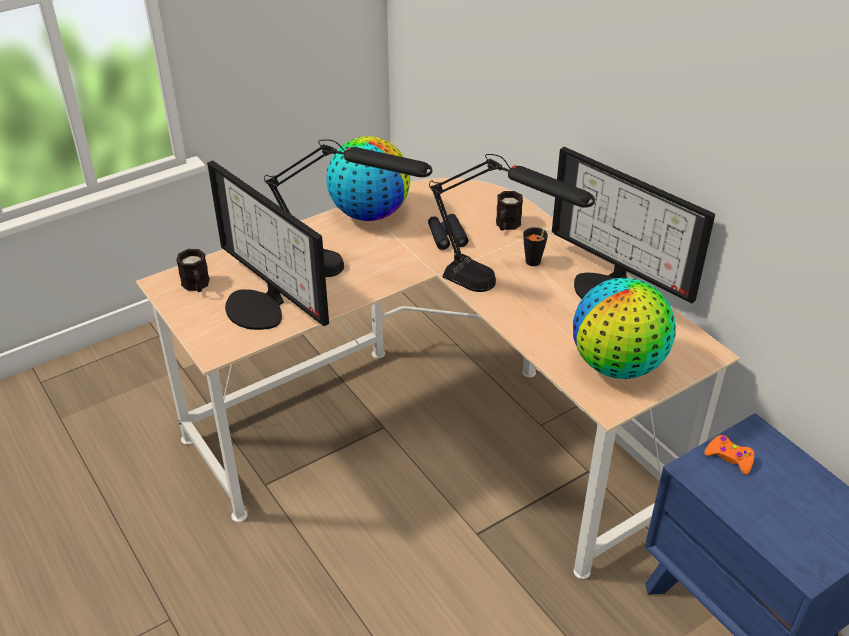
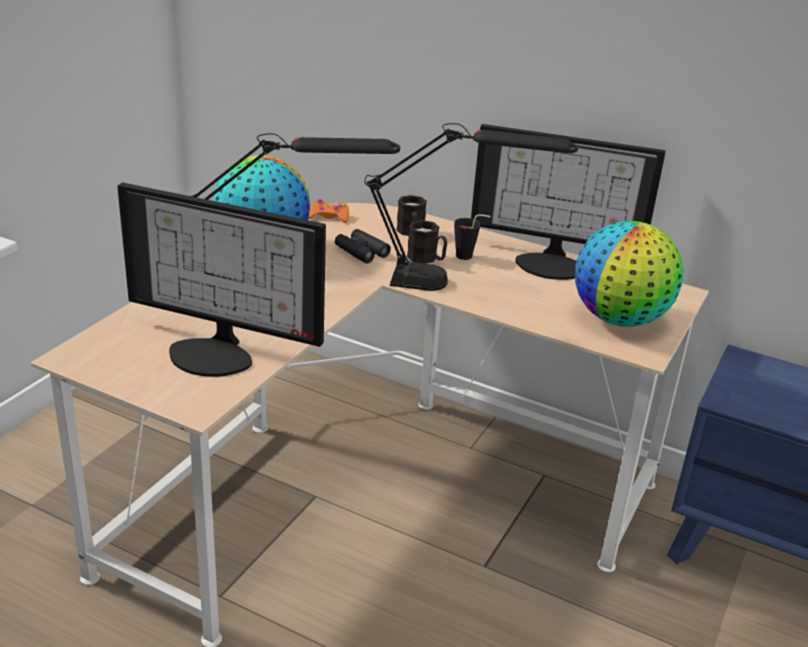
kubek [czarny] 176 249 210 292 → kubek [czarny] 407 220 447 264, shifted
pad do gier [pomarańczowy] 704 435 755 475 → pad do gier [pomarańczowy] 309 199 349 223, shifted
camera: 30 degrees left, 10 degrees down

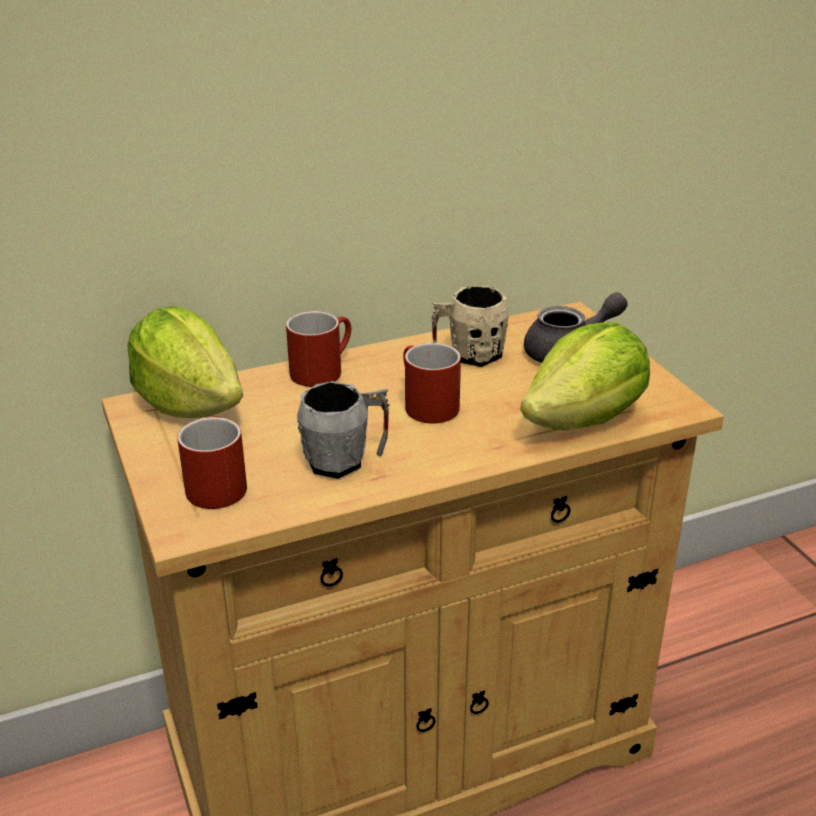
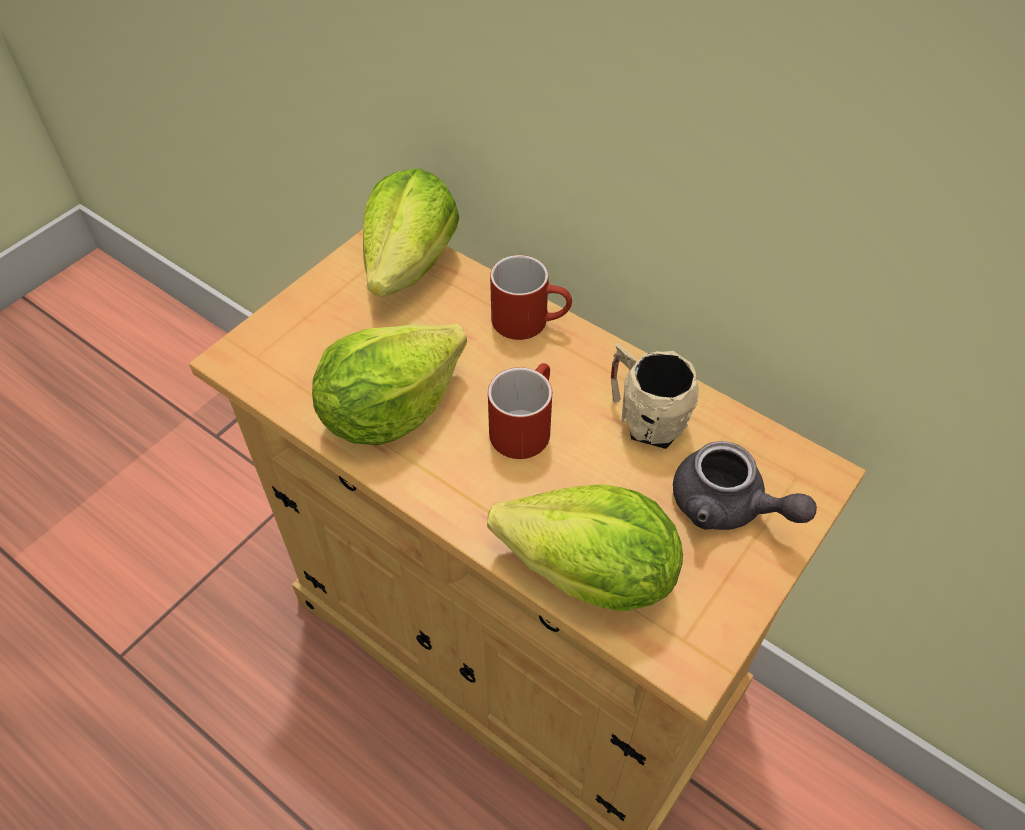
kubek [czerwony] 177 416 247 509 → -
kubek [szary] 297 381 390 479 → sałata 312 324 467 445
camera: 60 degrees right, 20 degrees up

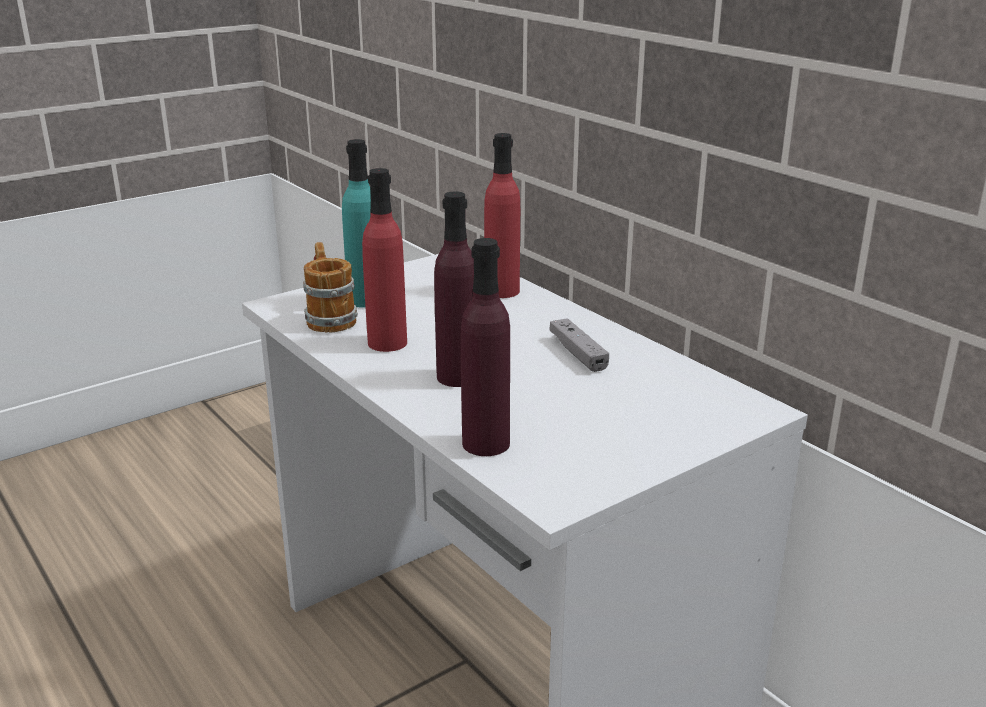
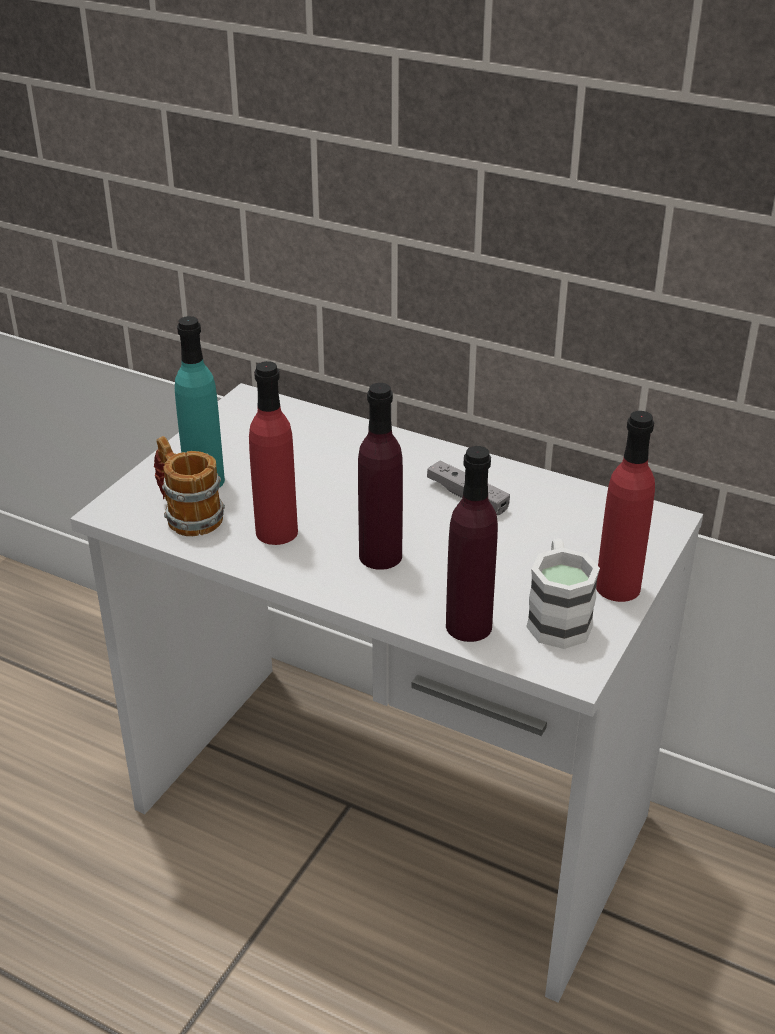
- → kubek [biały] 526 538 600 649
butelka [czerwony] 484 133 520 298 → butelka [czerwony] 596 411 655 602, shifted
camera: 25 degrees left, 10 degrees up

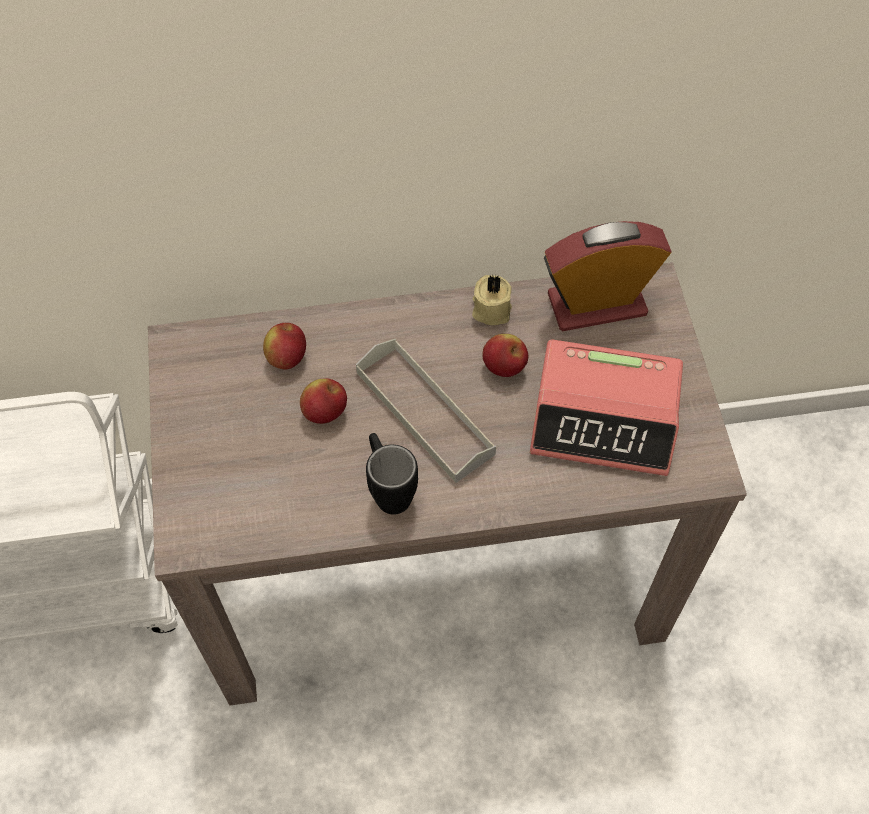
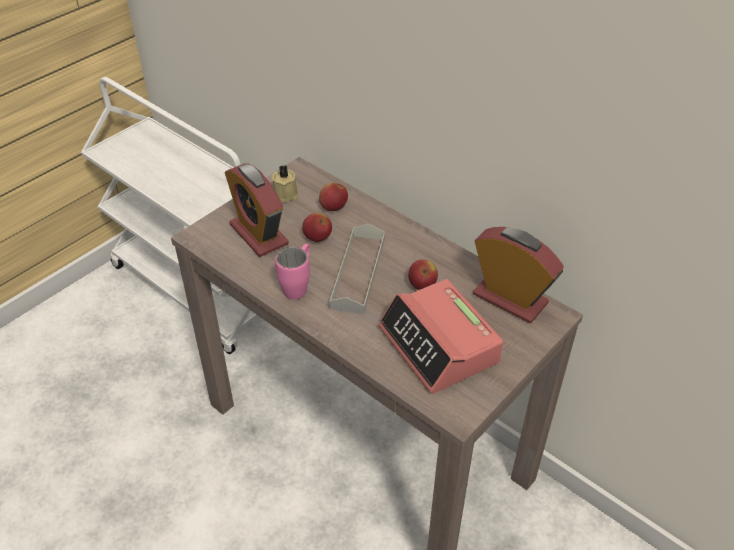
- → budzik 225 163 289 257
świeca [beżowy] 472 275 512 325 → świeca [beżowy] 272 165 298 203, shifted
kubek [czarny] 366 433 418 515 → kubek [różowy] 275 244 310 300
camera: 50 degrees right, 15 degrees down

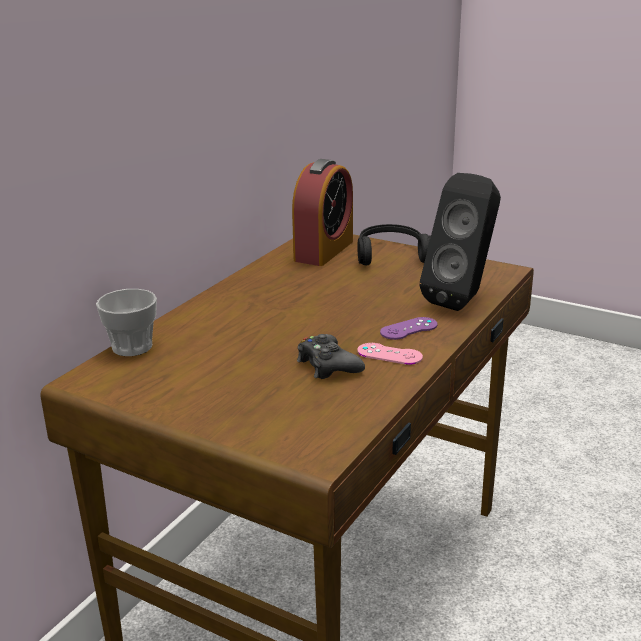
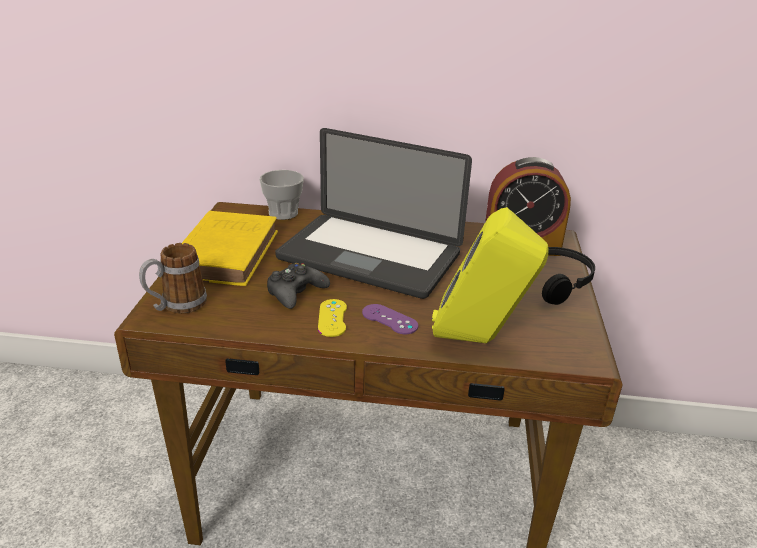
- → kubek 139 243 207 313
- → książka [żółty] 182 211 278 286
- → laptop 275 128 472 299
pad do gier [różowy] 357 343 423 365 → pad do gier [żółty] 318 299 347 337
głośnik [czarny] 420 173 501 311 → głośnik [żółty] 432 207 549 343
camera: 65 degrees right, 5 degrees up

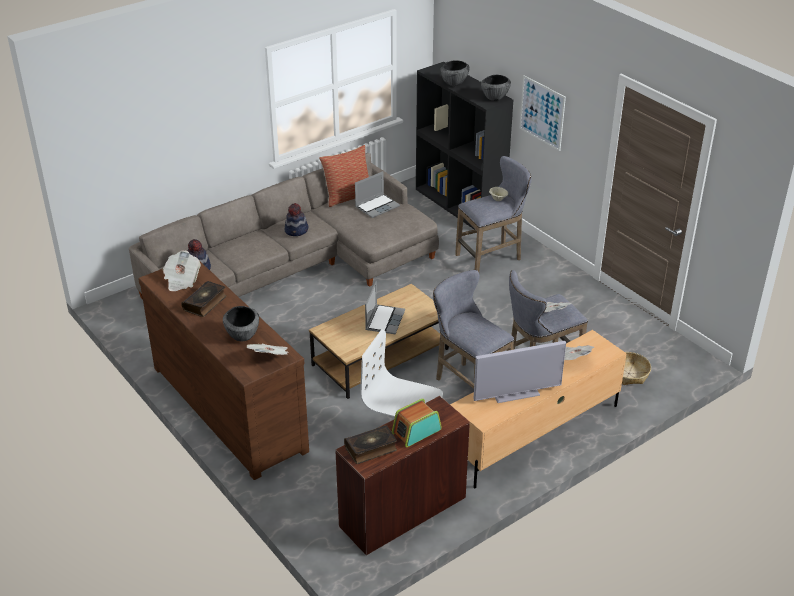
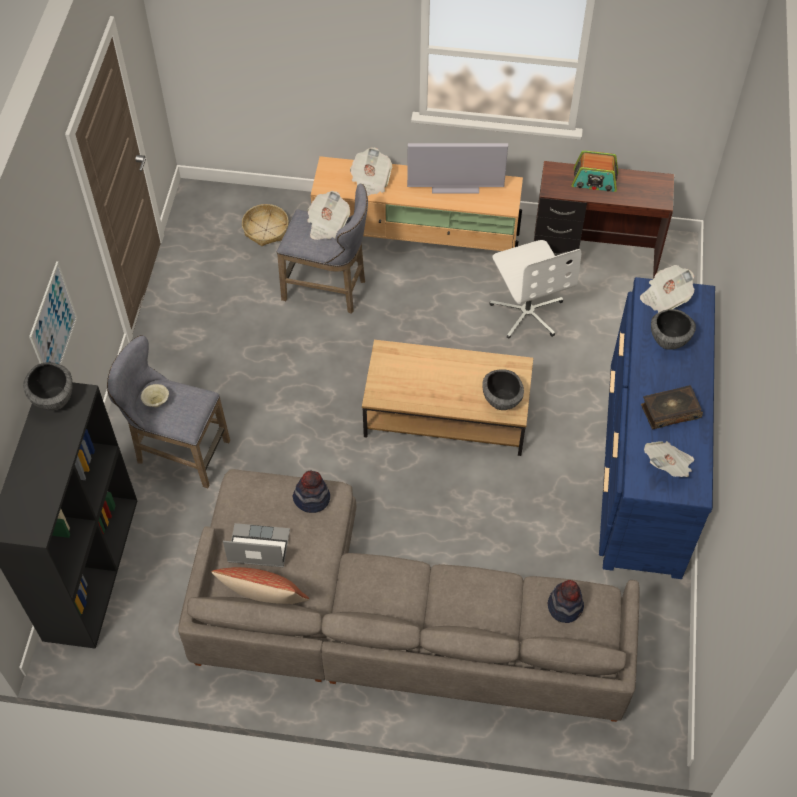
książka 344 425 397 464 → -
laptop 365 280 405 334 → -
stołek [szary] 433 270 514 389 → -
kapelusz 284 203 308 236 → kapelusz 292 470 330 513, shifted
miska 440 60 470 86 → miska 482 369 524 410, shifted
komoda [brązowy] 138 256 309 480 → komoda [niebieski] 599 277 715 579
telewizor 474 341 566 403 → telewizor 407 143 508 194, 150 degrees clockwise
camera: 135 degrees left, 20 degrees up

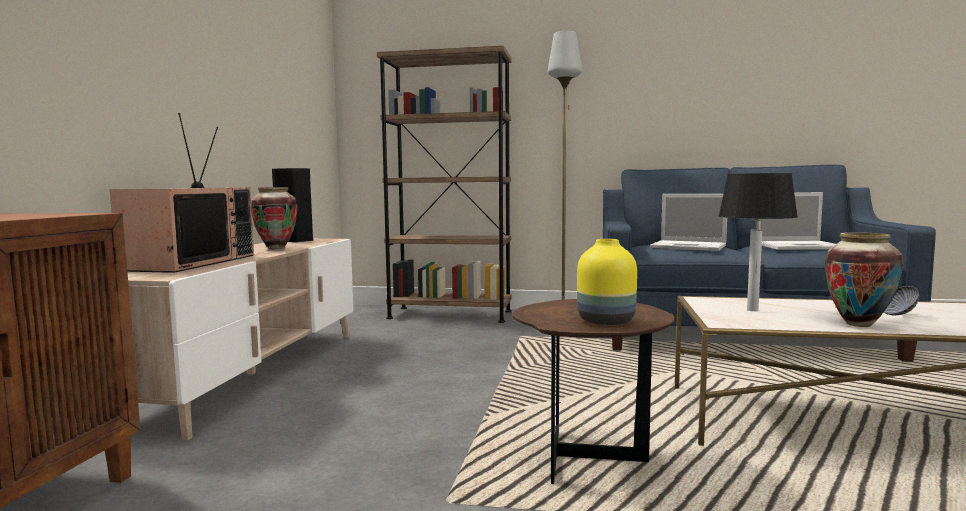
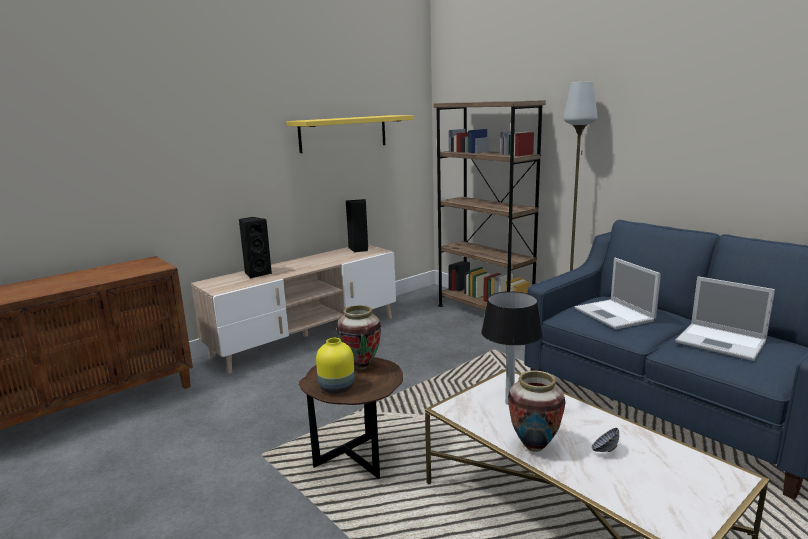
- → półka [żółty] 286 115 414 153
wazon 251 187 298 250 → wazon 337 305 381 370, shifted
telewizor 110 113 254 273 → głośnik [czarny] 239 217 272 279
camera: 40 degrees right, 10 degrees up

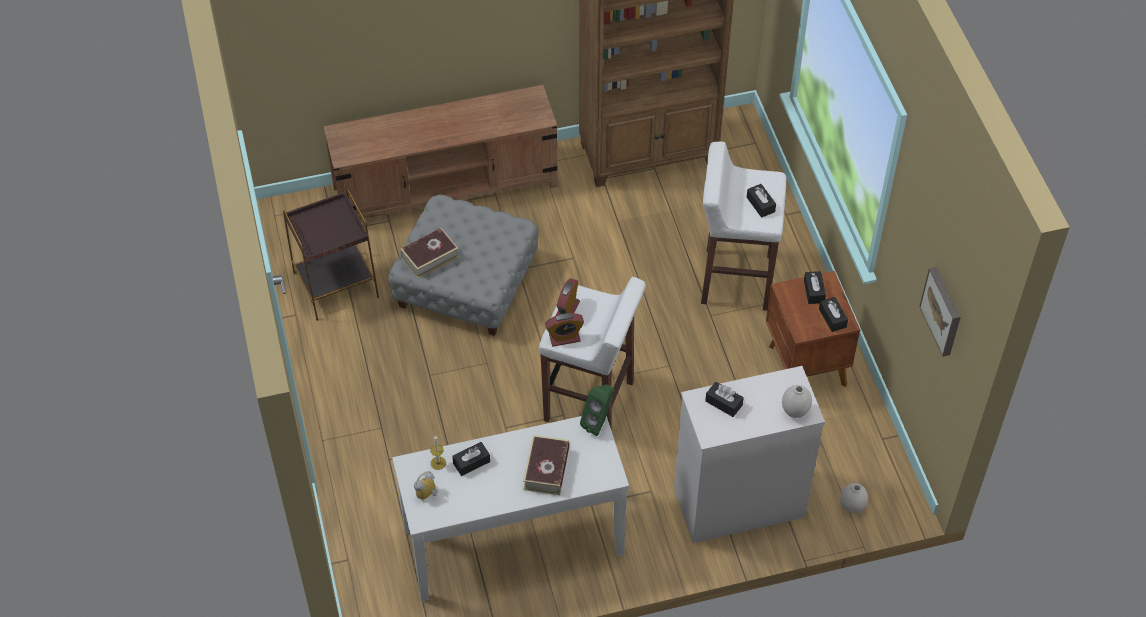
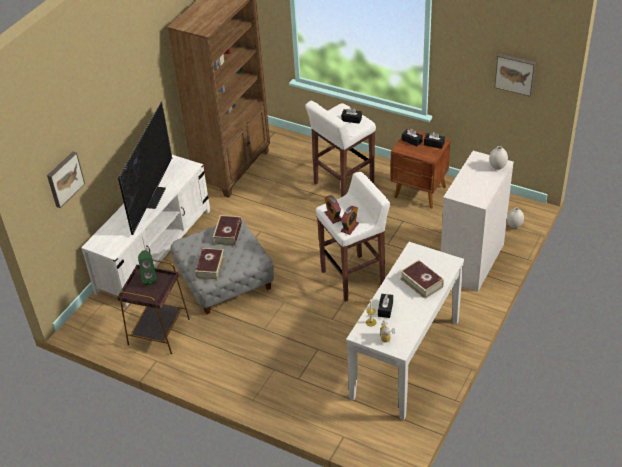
pudełko chusteczek [czarny] 705 382 744 417 → -
- → obraz 47 151 85 208
- → telewizor 118 102 172 235
- → książka 213 215 242 246
głośnik [zielony] 580 384 613 436 → głośnik [zielony] 138 250 157 285, shifted
szafka pod telewizor [brązowy] 323 85 558 220 → szafka pod telewizor [biały] 81 155 210 307
camera: 45 degrees left, 10 degrees down

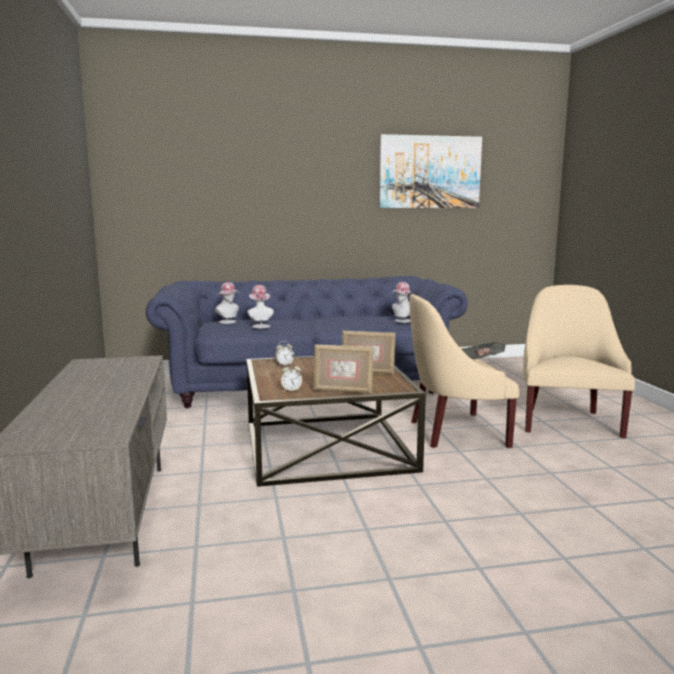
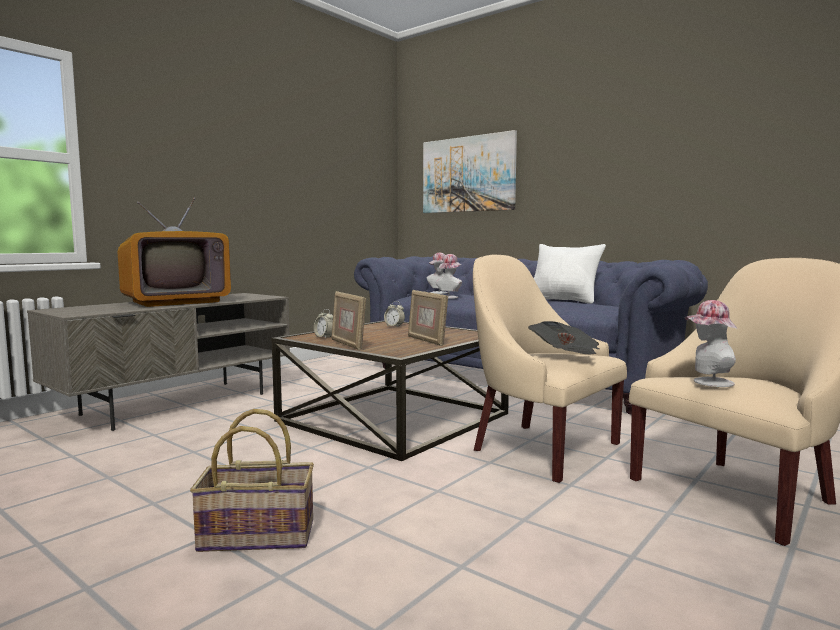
- → telewizor 117 198 231 307
- → koszyk 190 409 314 552
- → poduszka [biały] 534 244 606 304
obraz 379 134 482 208 → obraz 423 130 517 213, shifted
kapelusz 392 282 412 323 → kapelusz 684 300 738 387, shifted
camera: 50 degrees right, 5 degrees down

